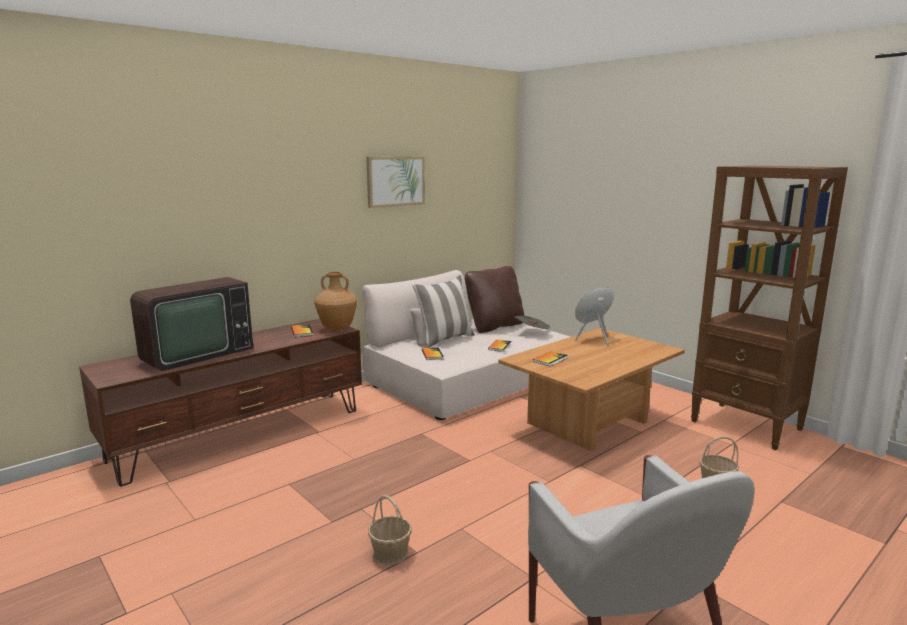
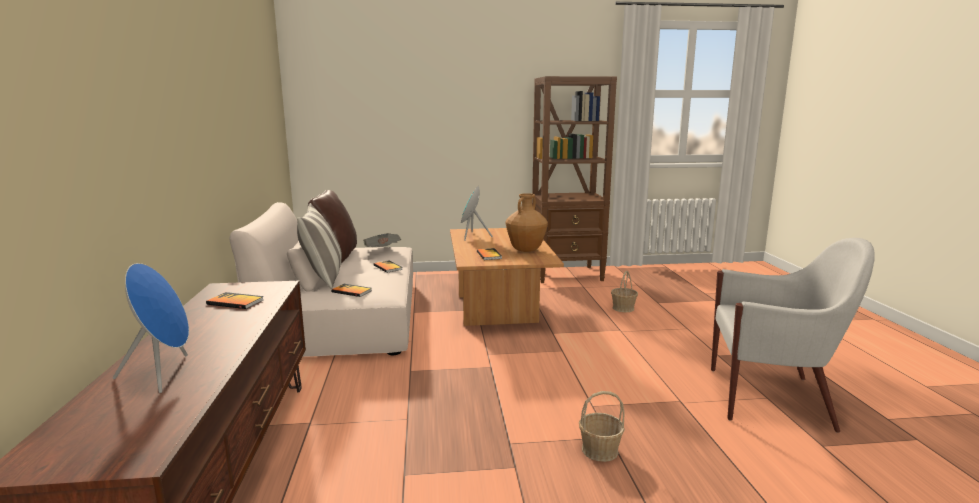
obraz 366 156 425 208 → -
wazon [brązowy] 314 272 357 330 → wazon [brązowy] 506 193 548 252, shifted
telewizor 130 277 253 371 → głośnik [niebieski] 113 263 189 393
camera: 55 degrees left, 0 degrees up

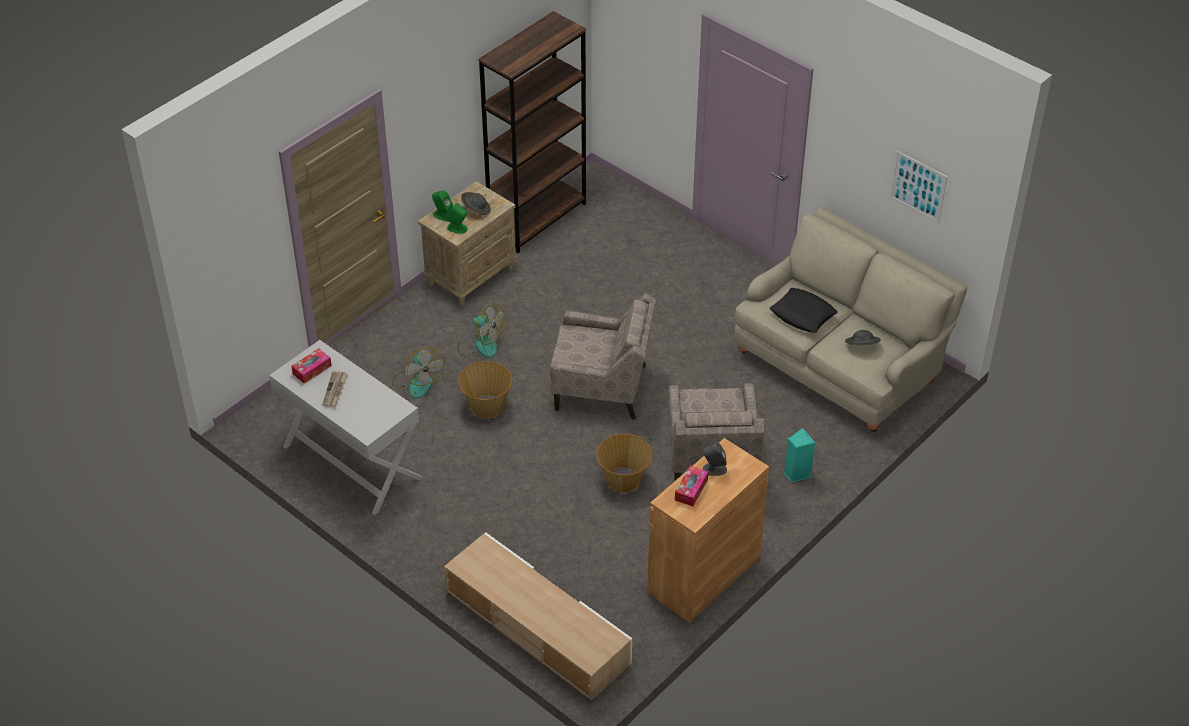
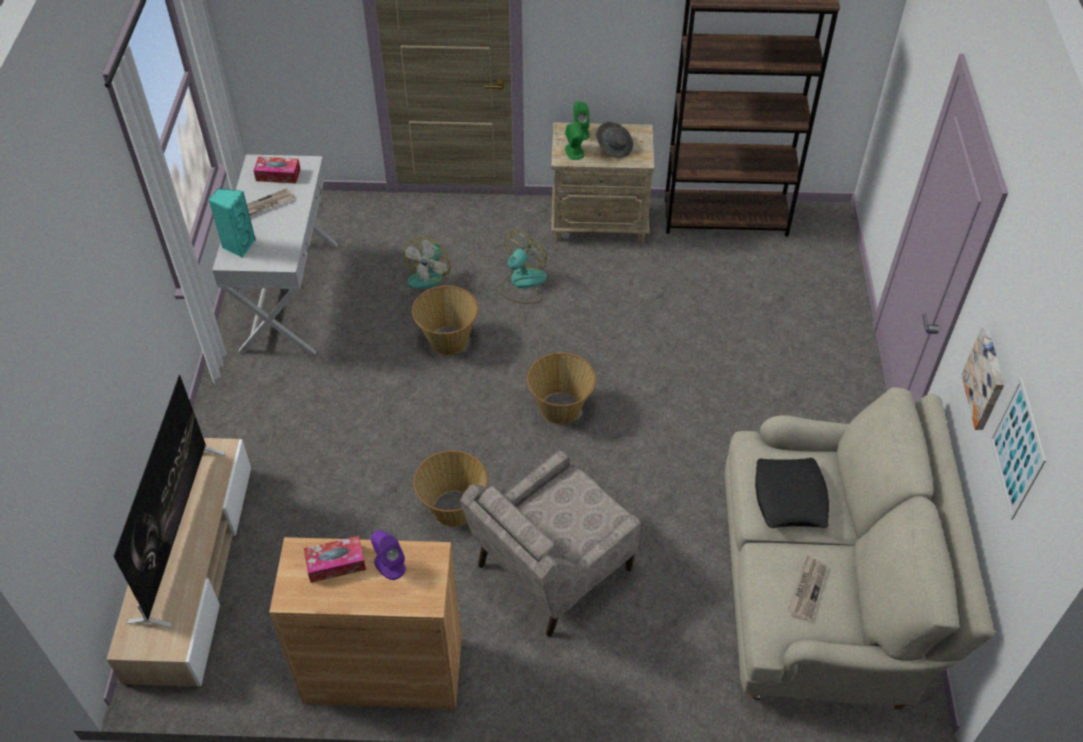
- → telewizor 113 374 225 628
- → obraz 961 329 1004 430
głośnik [turkusowy] 784 428 815 482 → głośnik [turkusowy] 209 188 256 258, shifted
fotel [beżowy] 550 293 656 420 → koszyk 527 353 596 424
kapelusz [szary] 845 330 881 345 → gazeta 787 556 827 623
głośnik [szary] 703 443 727 476 → głośnik [fioletowy] 371 530 406 580
wentylator 458 304 505 358 → wentylator 500 230 547 304, 135 degrees counterclockwise
camera: 50 degrees right, 5 degrees up

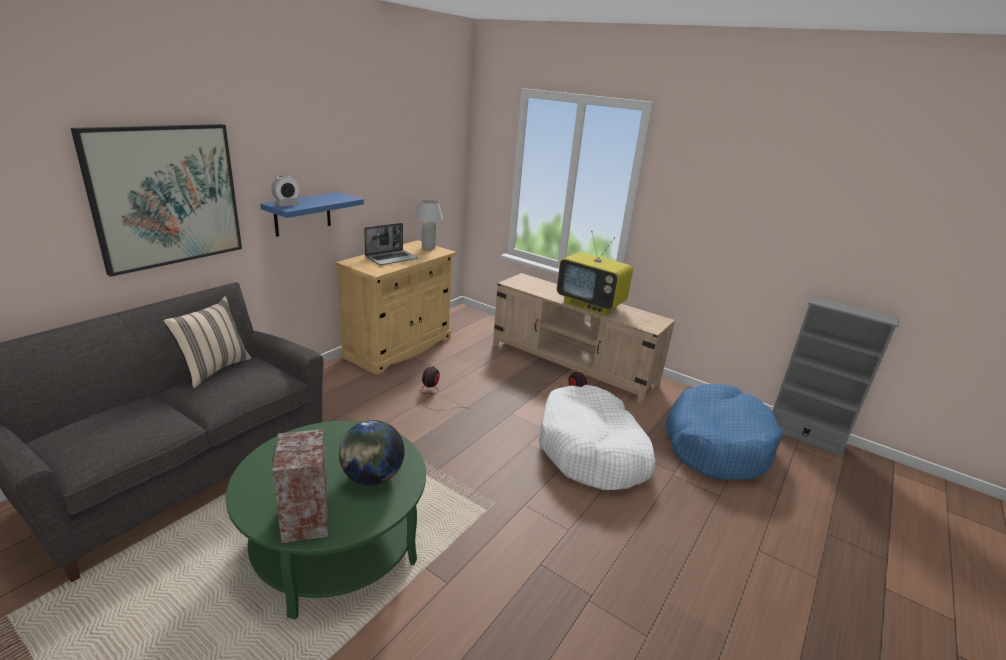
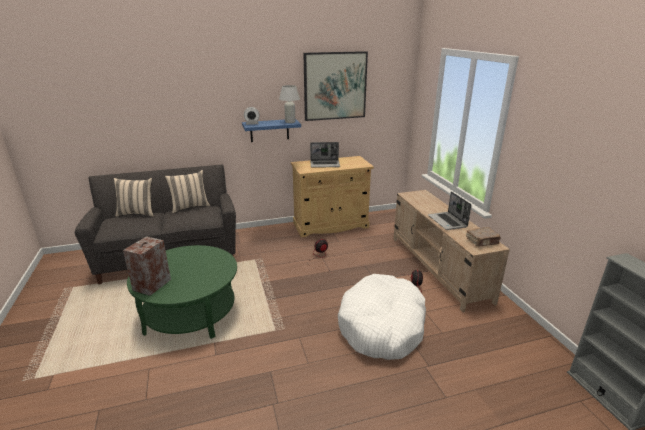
globus 339 420 405 486 → -
legowisko [niebieski] 665 384 783 480 → -
- → poduszka [beżowy] 114 178 154 217
- → książka [brązowy] 466 227 500 247
obraz 71 124 242 277 → obraz 303 51 368 121, shifted
lampa stołowa [biały] 415 200 443 250 → lampa stołowa [biały] 279 85 300 123, shifted
telewizor 557 231 633 315 → laptop 428 191 471 230
camera: 40 degrees right, 0 degrees up

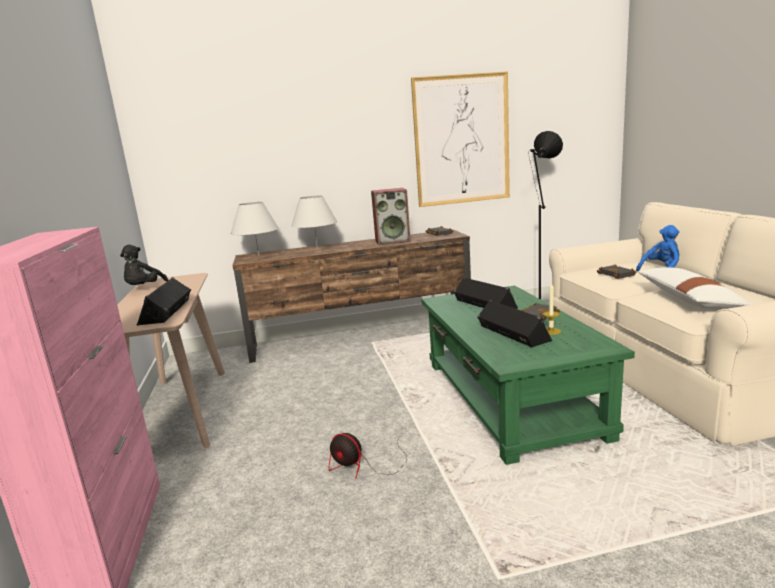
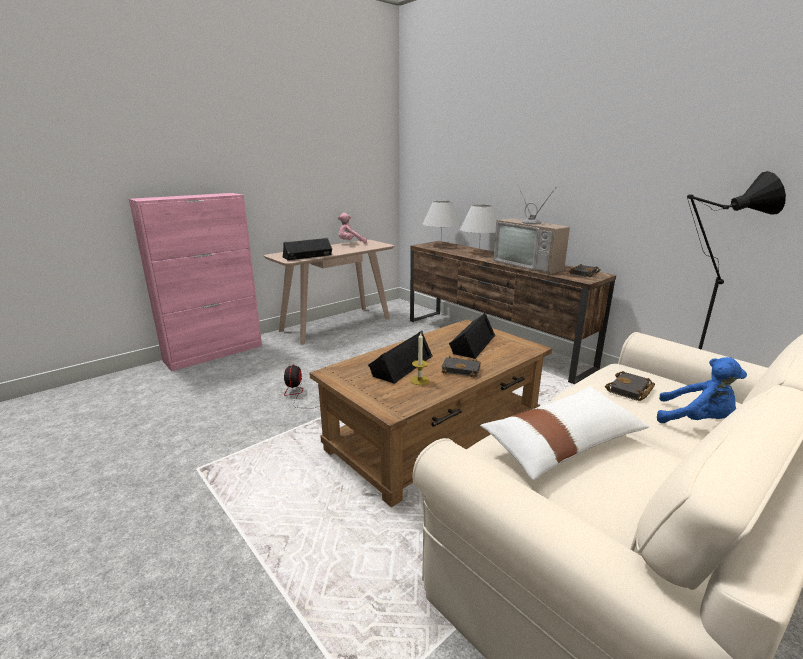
obraz 411 71 510 207 → -
głośnik 371 188 411 245 → telewizor 494 184 570 274
pluszak [czarny] 120 245 168 285 → pluszak [różowy] 338 213 367 243
ława [zielony] 421 286 635 465 → ława [brązowy] 309 319 552 507
camera: 60 degrees right, 5 degrees up

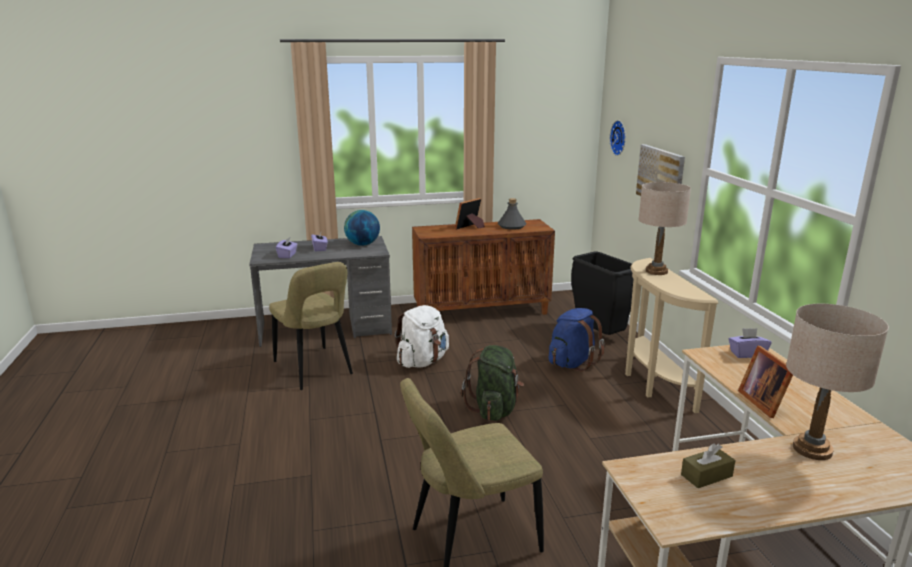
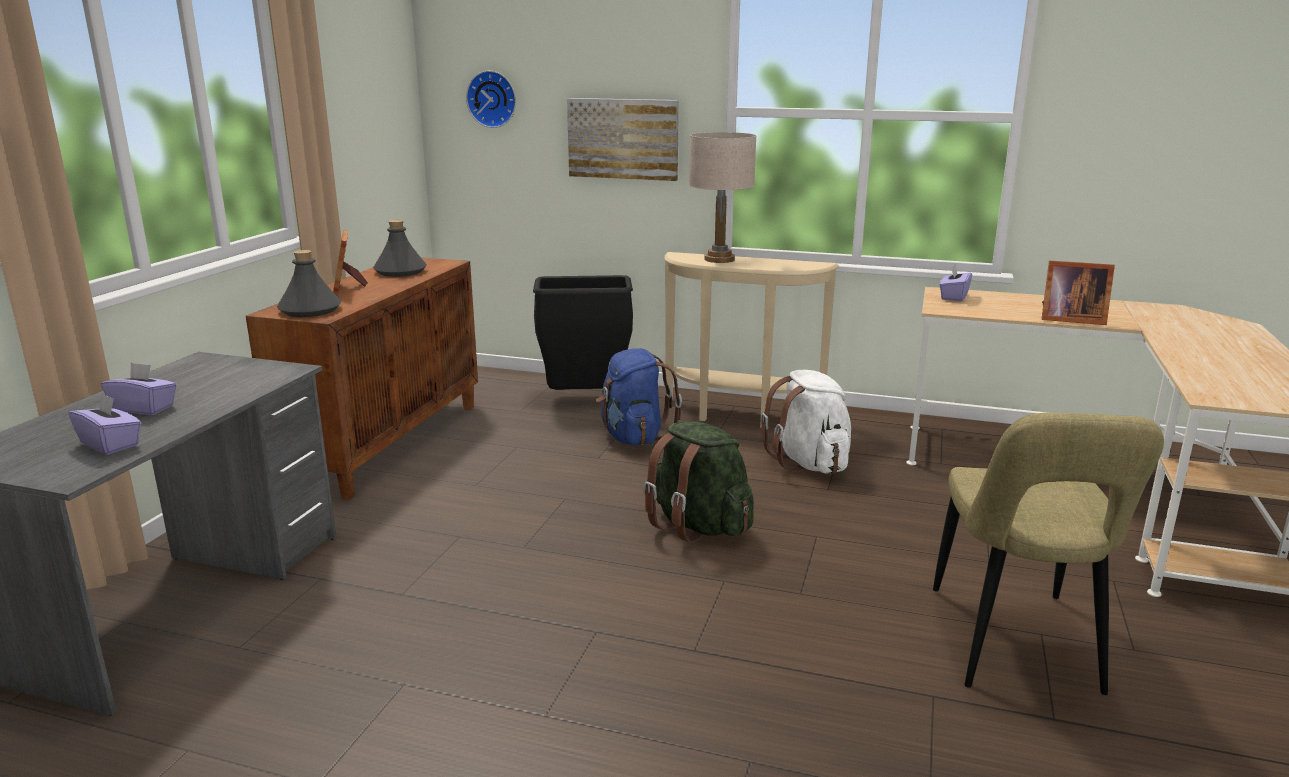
krzesło [beżowy] 269 262 353 390 → -
globus 344 210 380 246 → -
pudełko chusteczek [brązowy] 681 443 735 488 → -
lampa stołowa [beżowy] 786 304 889 460 → -
- → butelka [szary] 277 250 342 317
plecak [biały] 395 305 449 368 → plecak [biały] 761 370 851 474, shifted
camera: 60 degrees left, 0 degrees up

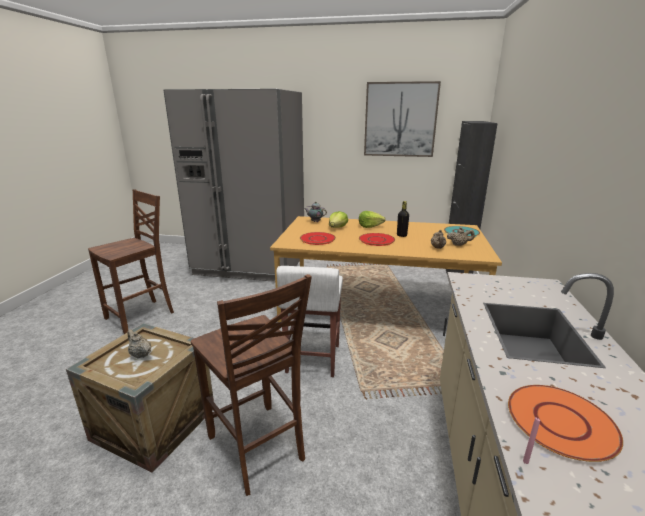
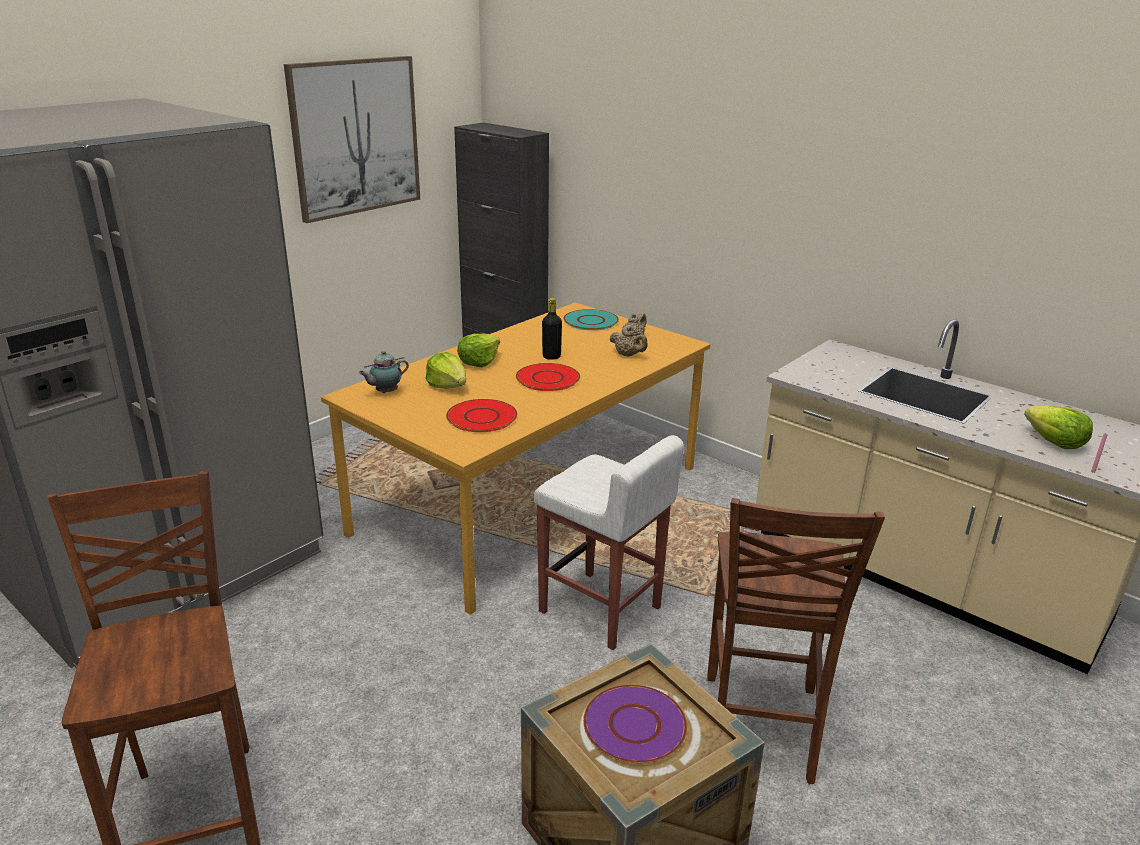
imbryk [beżowy] 127 329 151 358 → talerz [fioletowy] 583 685 687 763
talerz [pomarańczowy] 508 385 623 462 → sałata 1024 405 1093 449
krzesło [brązowy] 191 274 312 496 → krzesło [brązowy] 707 498 885 784, 105 degrees clockwise
camera: 60 degrees left, 5 degrees up

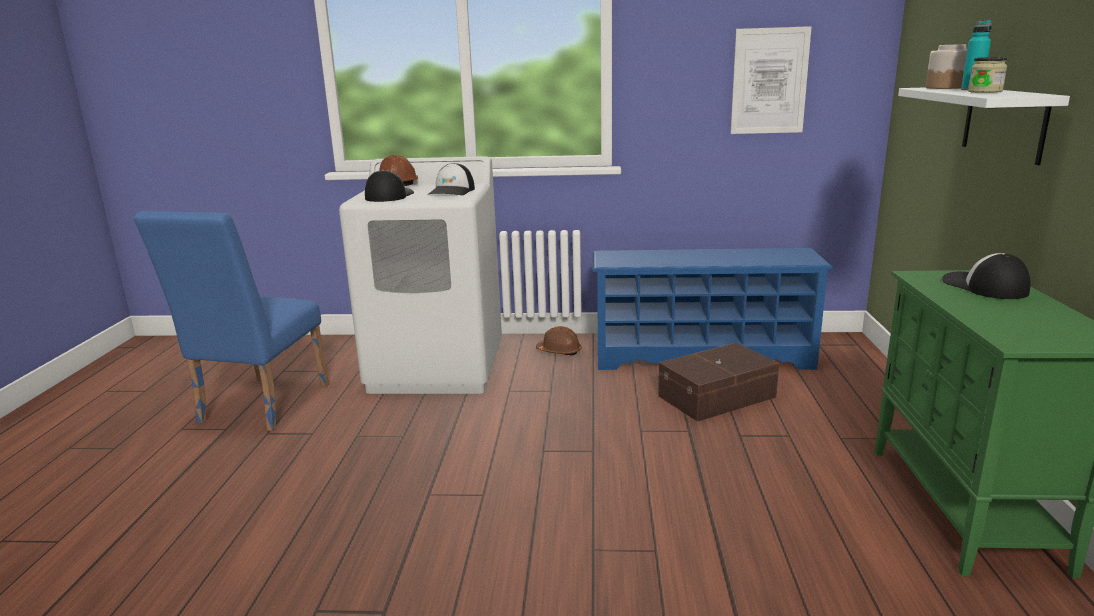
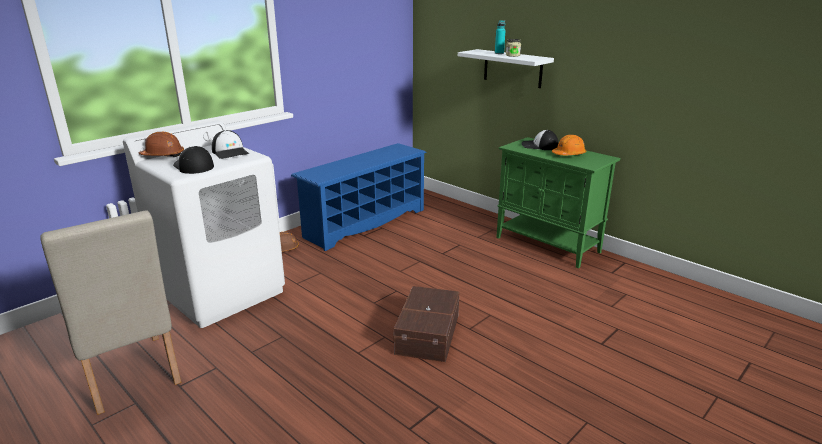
obraz 730 26 812 134 → -
słoik 926 44 967 89 → -
- → kask [pomarańczowy] 552 135 586 155
pojemnik do przechowywania [brązowy] 658 343 779 422 → pojemnik do przechowywania [brązowy] 394 286 459 362, shifted
krzesło [niebieski] 134 211 329 431 → krzesło [beżowy] 40 210 181 415
camera: 50 degrees left, 5 degrees up

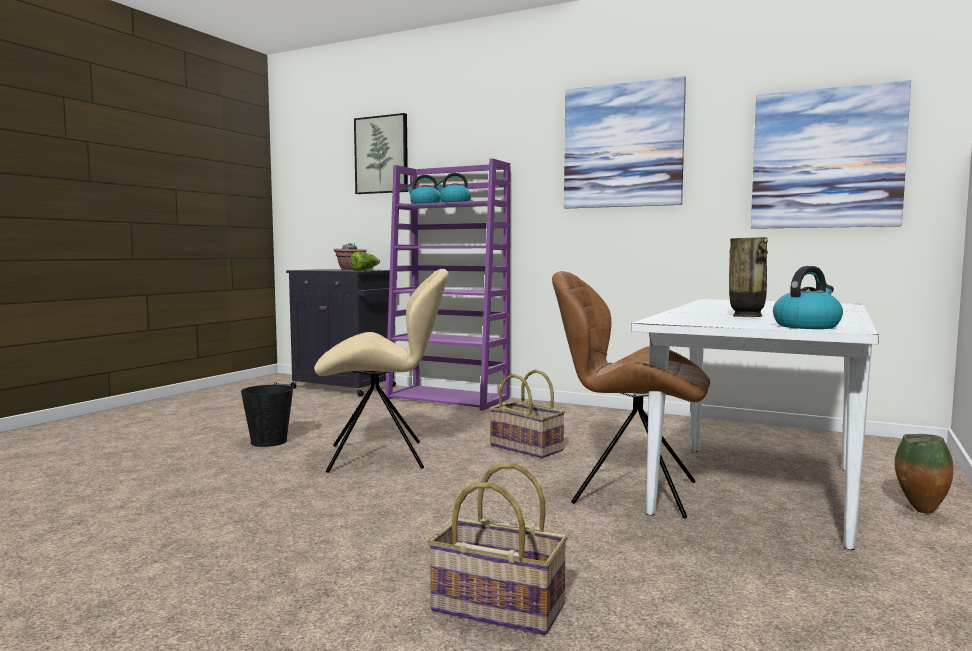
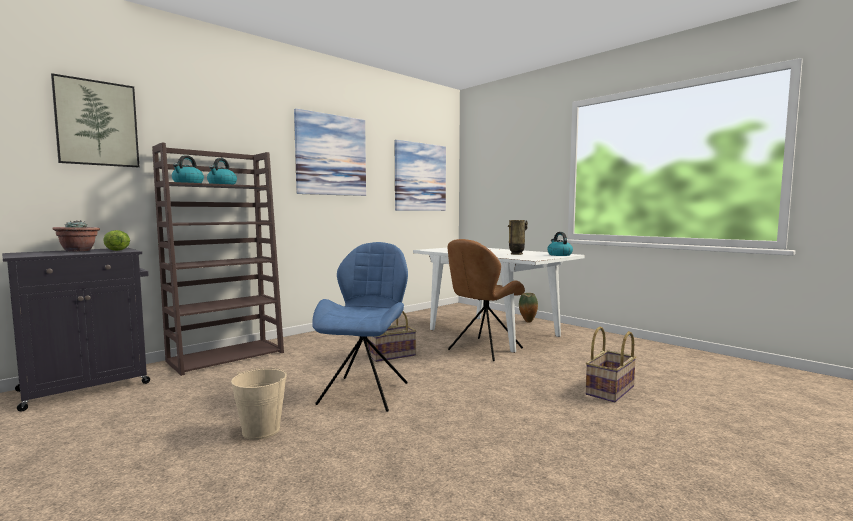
wiadro [czarny] 241 382 294 447 → wiadro [beżowy] 231 368 287 440
krzesło [beżowy] 314 269 449 473 → krzesło [niebieski] 312 242 408 412
regał [fioletowy] 385 158 510 411 → regał [brązowy] 152 143 284 376
camera: 70 degrees left, 0 degrees up

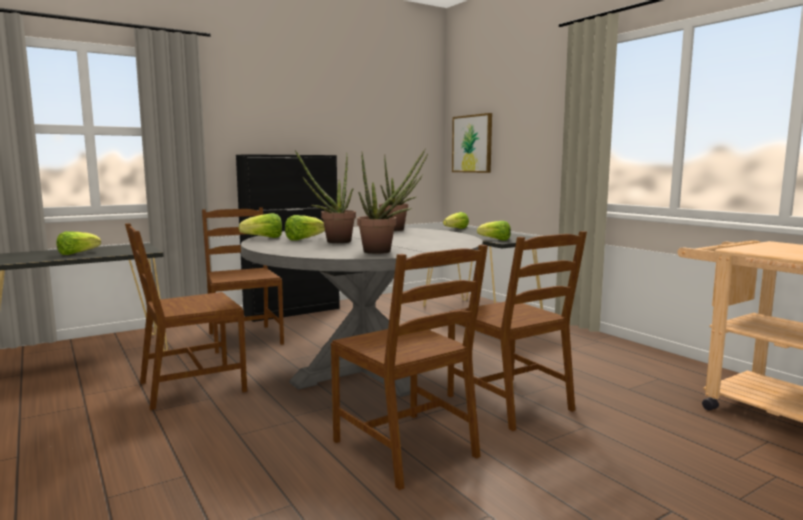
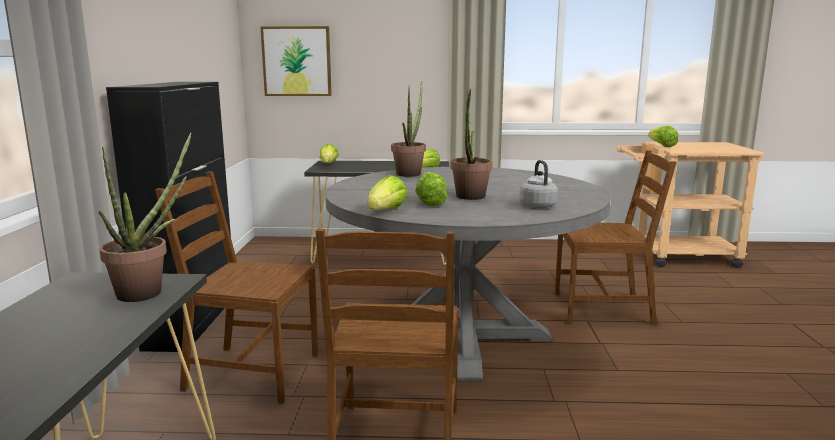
krzesło [brązowy] 331 245 488 490 → -
- → czajnik [szary] 519 160 558 208
sałata 57 231 101 255 → sałata 648 126 678 147, shifted
roślina doniczkowa 357 148 426 254 → roślina doniczkowa 99 133 191 302, shifted
camera: 55 degrees left, 5 degrees up

